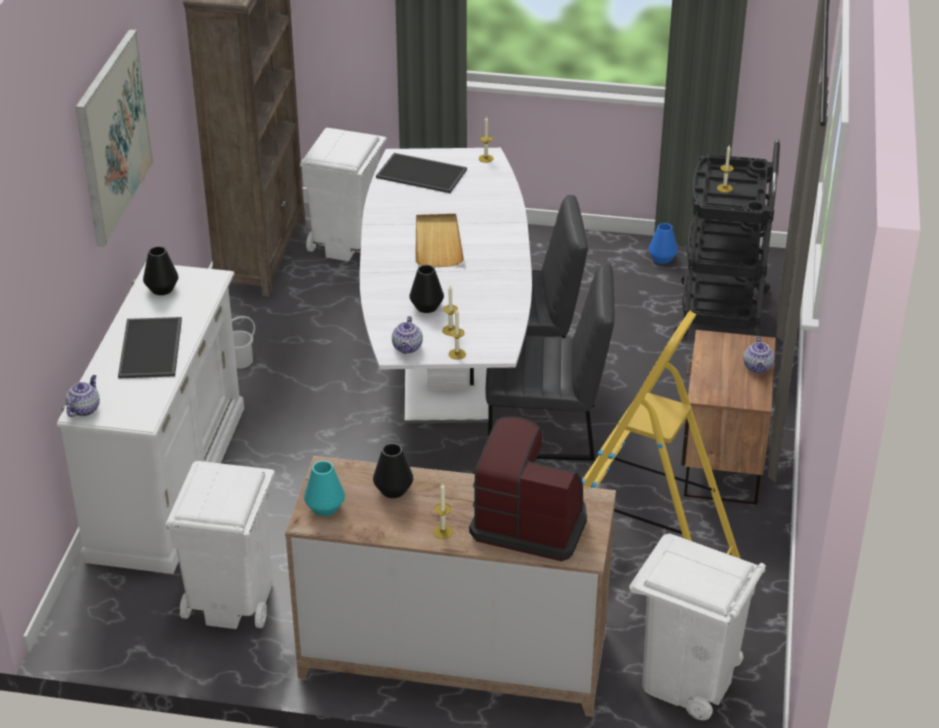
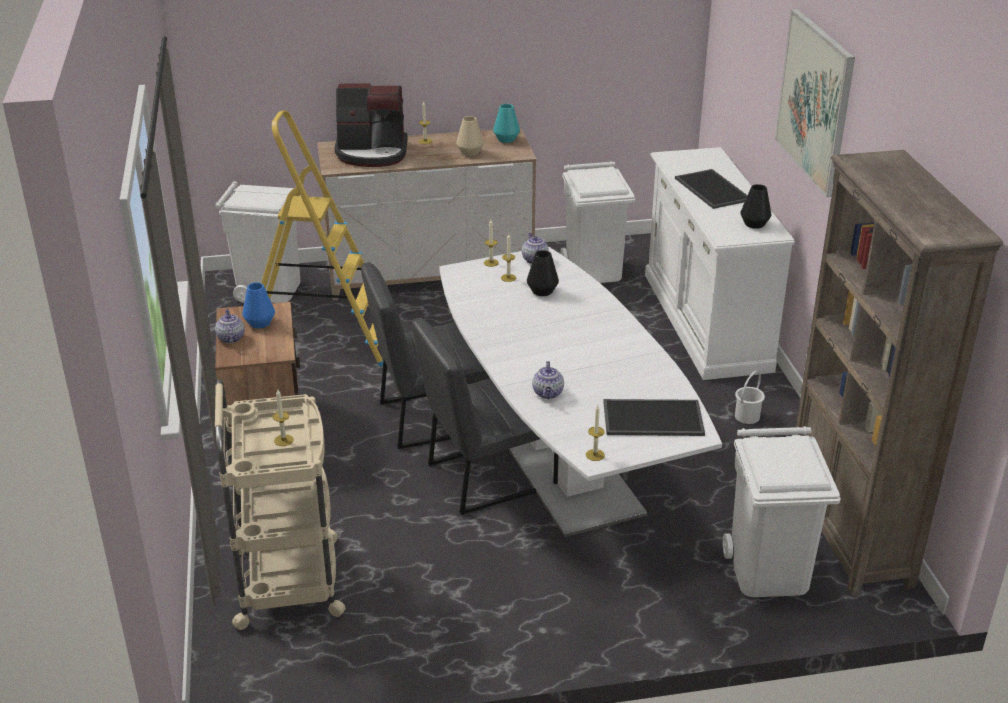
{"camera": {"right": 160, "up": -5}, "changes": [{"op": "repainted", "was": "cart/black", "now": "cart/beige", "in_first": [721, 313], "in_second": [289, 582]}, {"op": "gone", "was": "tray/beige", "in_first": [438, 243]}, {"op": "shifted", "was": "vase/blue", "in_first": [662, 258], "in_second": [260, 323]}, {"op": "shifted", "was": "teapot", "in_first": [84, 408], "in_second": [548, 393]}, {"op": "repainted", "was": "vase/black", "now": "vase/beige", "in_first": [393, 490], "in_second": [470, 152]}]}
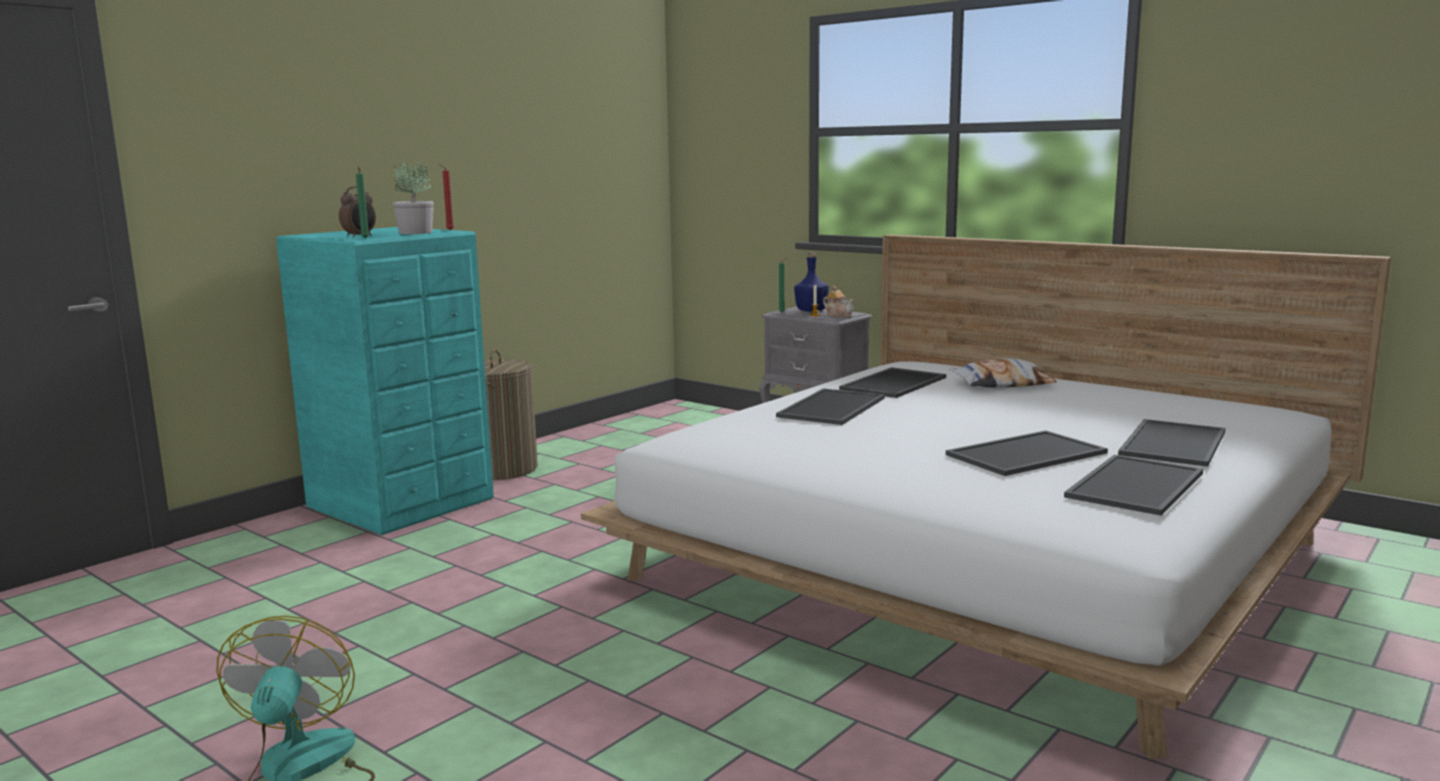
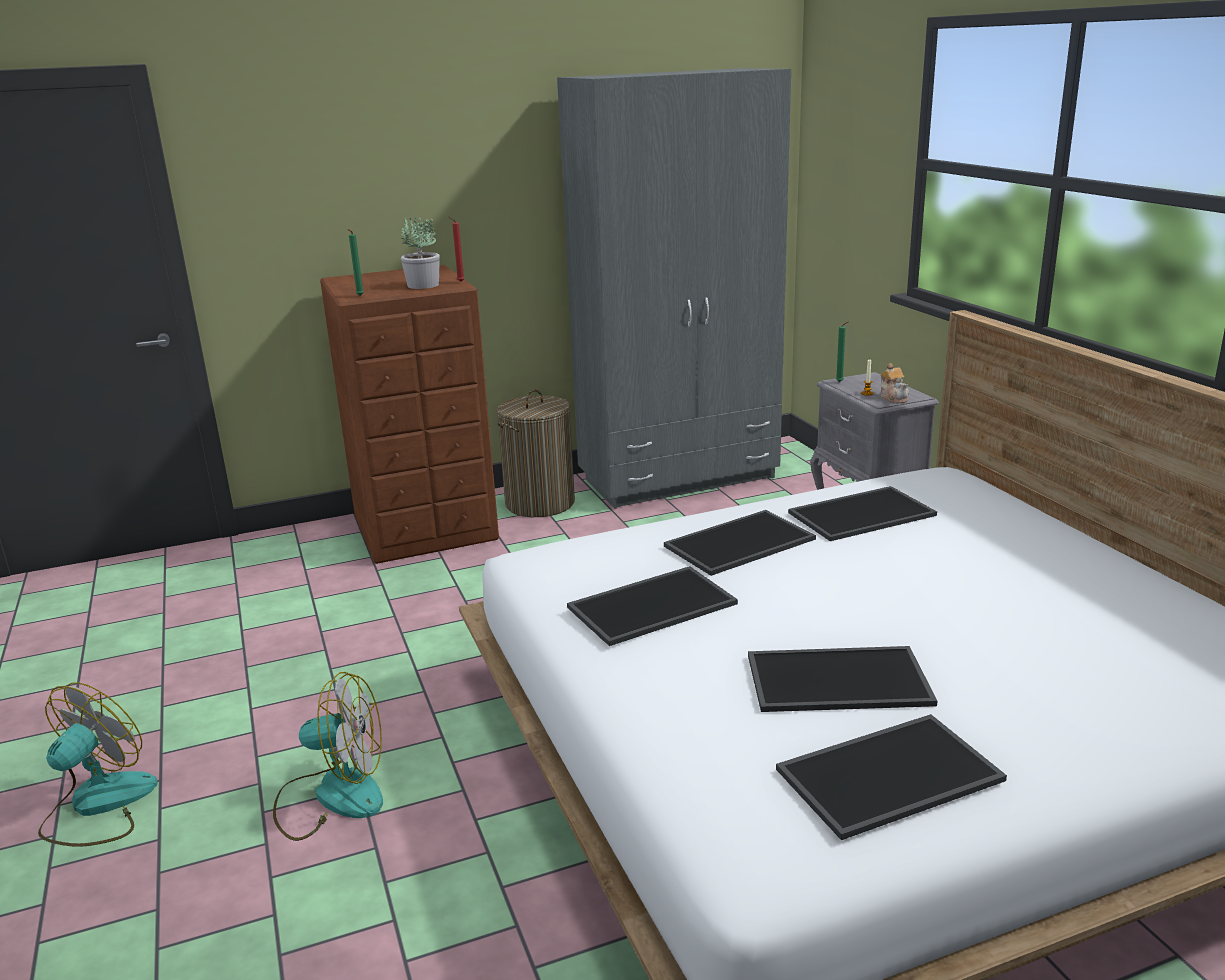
{"camera": {"right": 30, "up": 10}, "changes": [{"op": "gone", "was": "alarm clock", "in_first": [360, 236]}, {"op": "repainted", "was": "dresser/turquoise", "now": "dresser/brown", "in_first": [402, 503], "in_second": [425, 528]}, {"op": "gone", "was": "bottle/blue", "in_first": [811, 311]}, {"op": "gone", "was": "pillow", "in_first": [1002, 384]}, {"op": "shifted", "was": "tray", "in_first": [1171, 442], "in_second": [652, 604]}, {"op": "new", "now": "wardrobe/grey", "in_second": [679, 478]}, {"op": "new", "now": "fan", "in_second": [332, 796]}]}
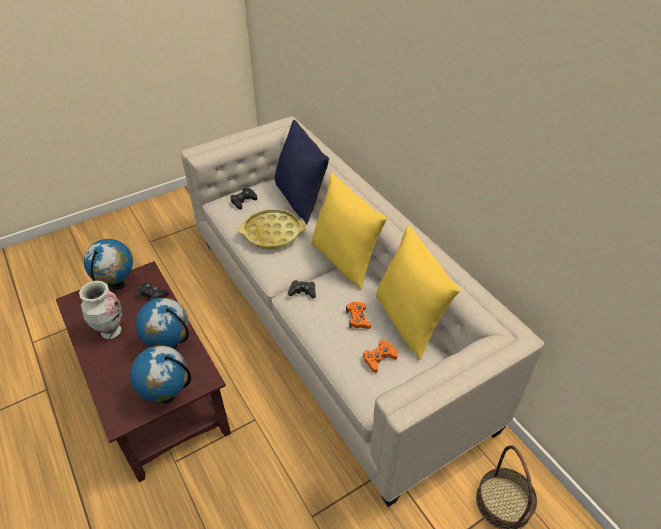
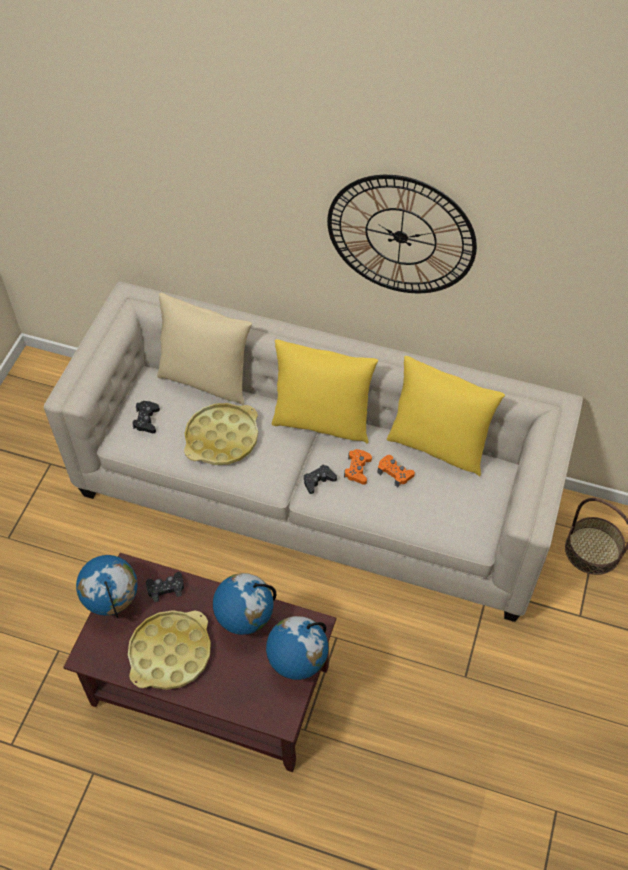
{"camera": {"right": -40, "up": 10}, "changes": [{"op": "repainted", "was": "pillow/blue", "now": "pillow/beige", "in_first": [301, 200], "in_second": [206, 380]}, {"op": "swapped", "was": "vase", "now": "tray/yellow", "in_first": [111, 332], "in_second": [170, 653]}, {"op": "shifted", "was": "game controller/orange", "in_first": [379, 358], "in_second": [357, 469]}, {"op": "new", "now": "wall clock", "in_second": [400, 236]}]}
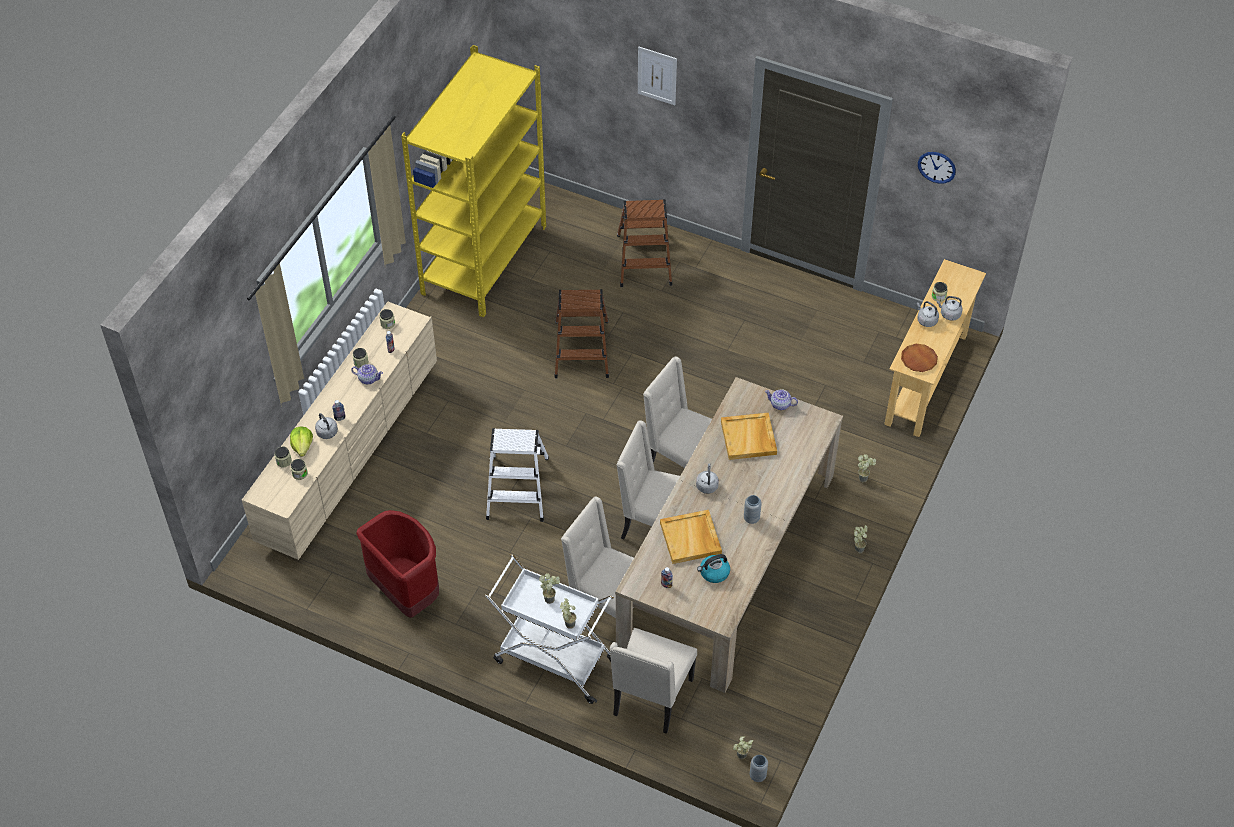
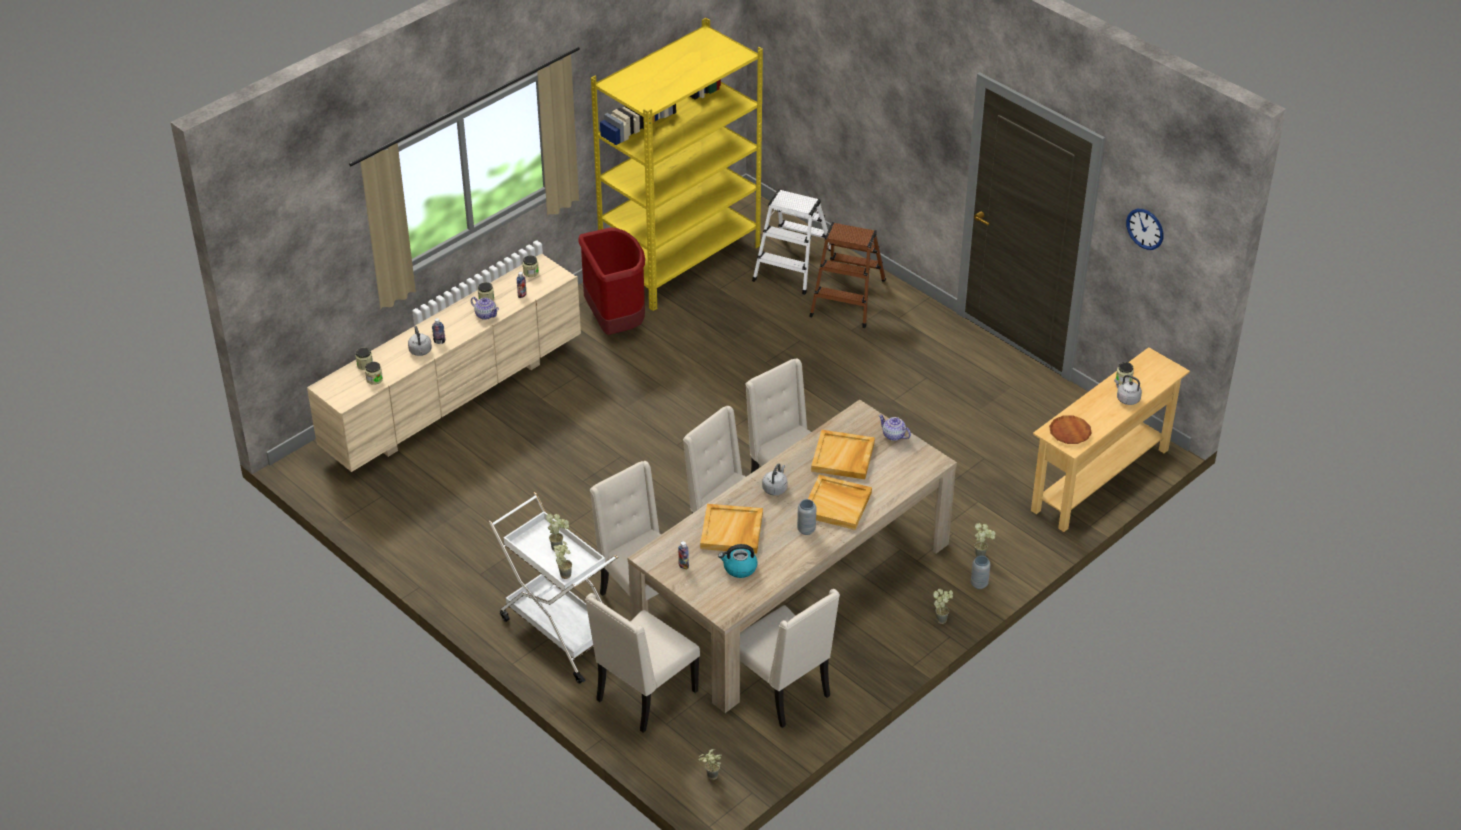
{"camera": {"right": 20, "up": -10}, "changes": [{"op": "gone", "was": "picture", "in_first": [657, 75]}, {"op": "gone", "was": "step ladder/brown", "in_first": [581, 348]}, {"op": "gone", "was": "kettle/grey", "in_first": [926, 320]}, {"op": "gone", "was": "lettuce", "in_first": [302, 446]}, {"op": "shifted", "was": "step ladder/white", "in_first": [517, 487], "in_second": [793, 264]}, {"op": "shifted", "was": "trash can/red", "in_first": [406, 592], "in_second": [615, 321]}, {"op": "shifted", "was": "vase/grey", "in_first": [757, 776], "in_second": [979, 584]}, {"op": "new", "now": "tray/beige", "in_second": [837, 504]}, {"op": "new", "now": "chair/beige", "in_second": [782, 691]}]}
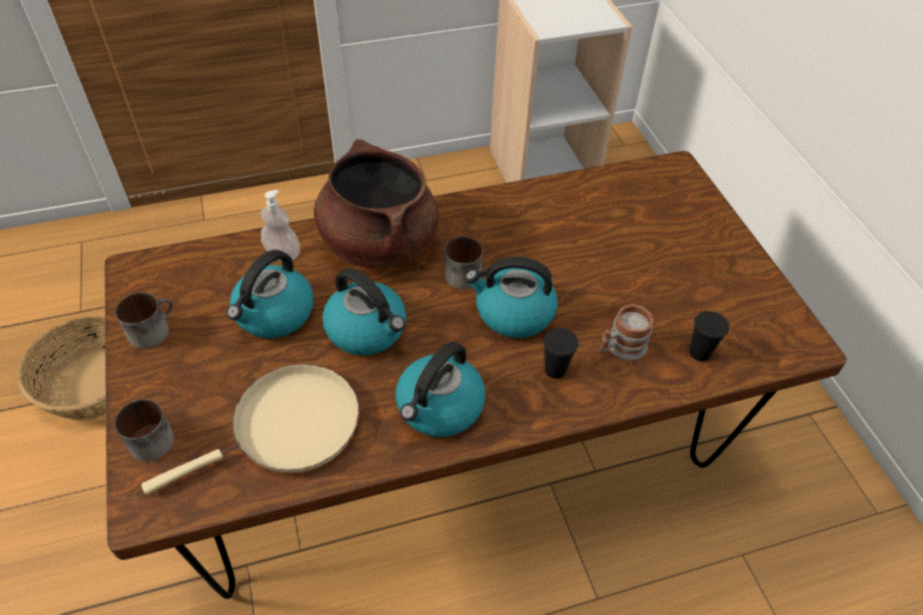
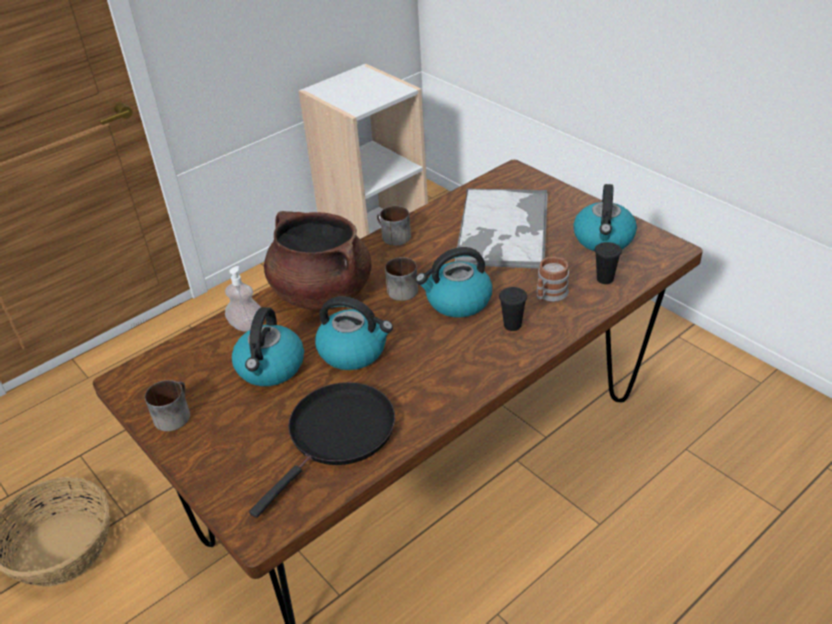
{"camera": {"right": -20, "up": -10}, "changes": [{"op": "shifted", "was": "kettle", "in_first": [439, 407], "in_second": [604, 239]}, {"op": "repainted", "was": "frying pan/beige", "now": "frying pan/black", "in_first": [289, 428], "in_second": [338, 435]}, {"op": "shifted", "was": "mug", "in_first": [147, 437], "in_second": [392, 236]}, {"op": "new", "now": "tray", "in_second": [503, 230]}]}
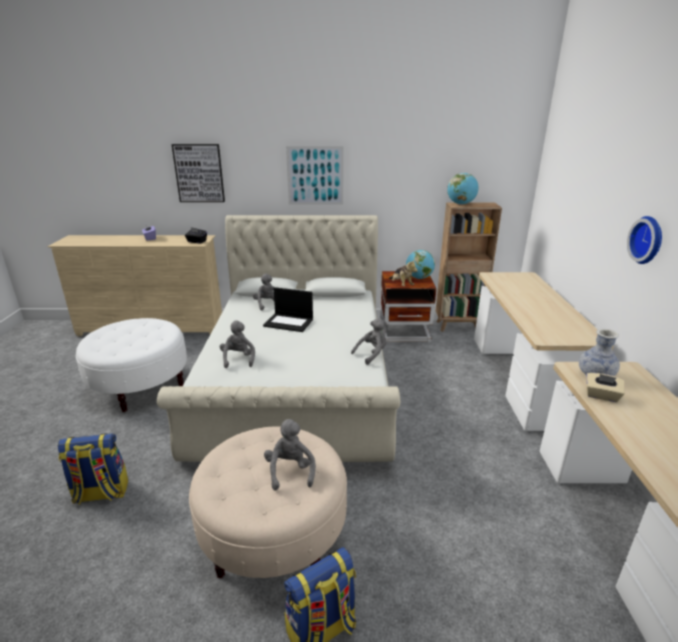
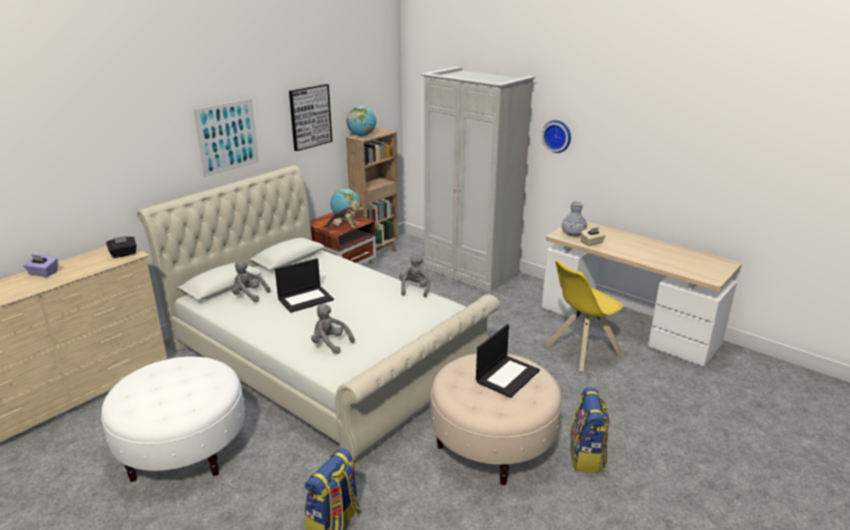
{"camera": {"right": -50, "up": 0}, "changes": [{"op": "shifted", "was": "picture", "in_first": [199, 173], "in_second": [310, 117]}, {"op": "swapped", "was": "desk", "now": "wardrobe/white", "in_first": [520, 378], "in_second": [471, 271]}, {"op": "swapped", "was": "plush toy/grey", "now": "laptop", "in_first": [290, 471], "in_second": [507, 375]}, {"op": "new", "now": "chair/yellow", "in_second": [581, 351]}]}
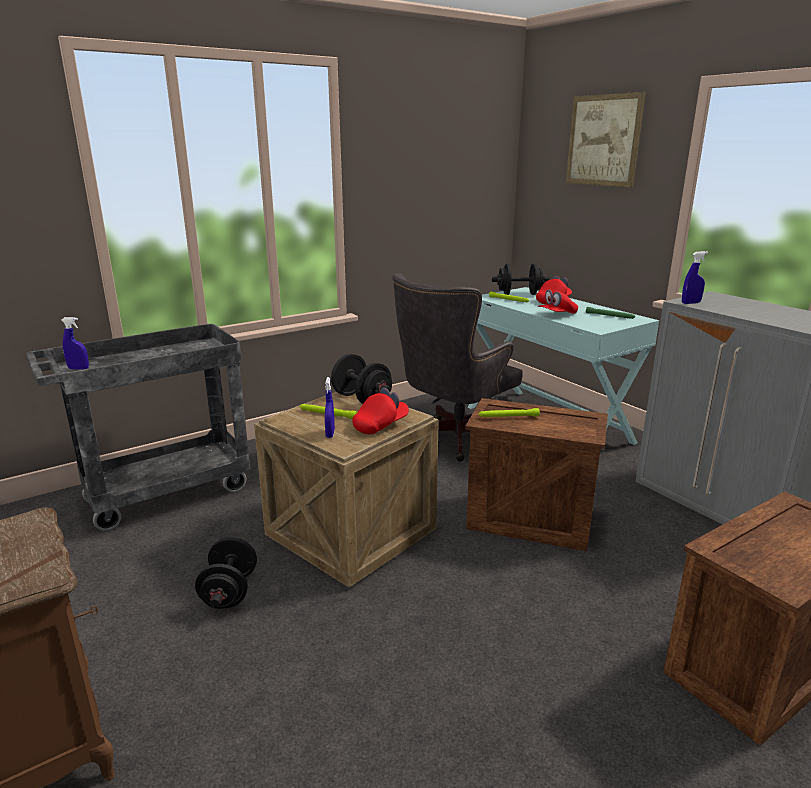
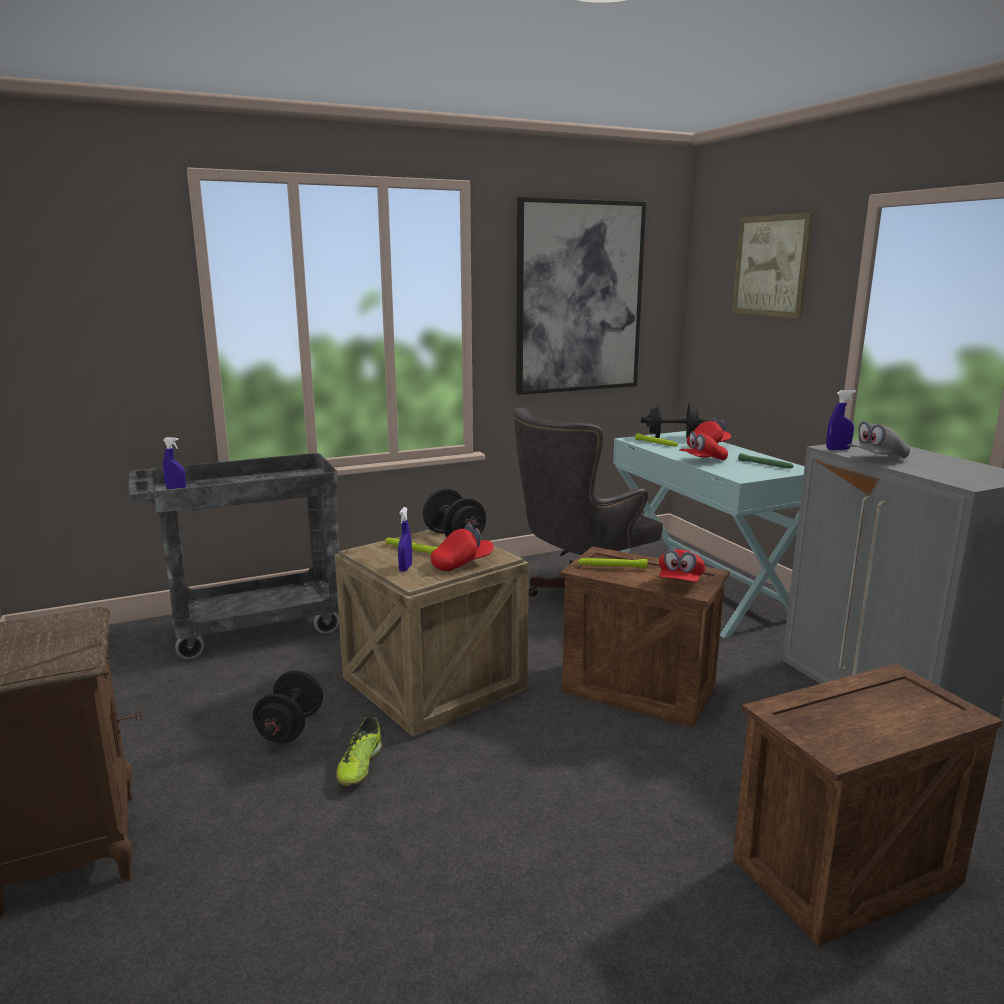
{"camera": {"right": 10, "up": -5}, "changes": [{"op": "new", "now": "picture", "in_second": [579, 297]}, {"op": "new", "now": "cap/grey", "in_second": [876, 459]}, {"op": "new", "now": "cap/red", "in_second": [680, 582]}, {"op": "new", "now": "shoe", "in_second": [359, 766]}]}
